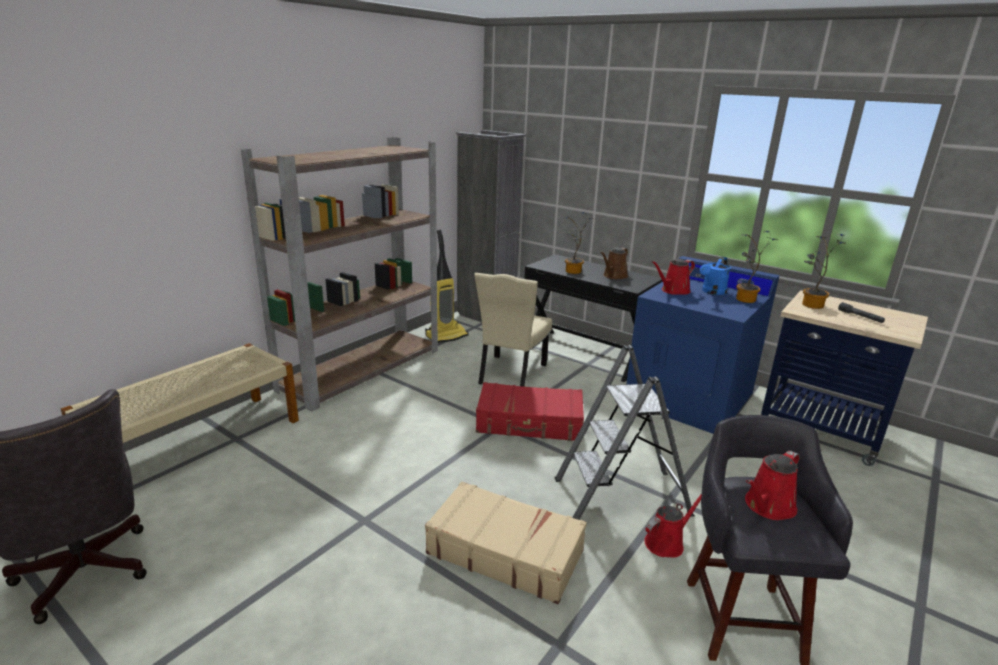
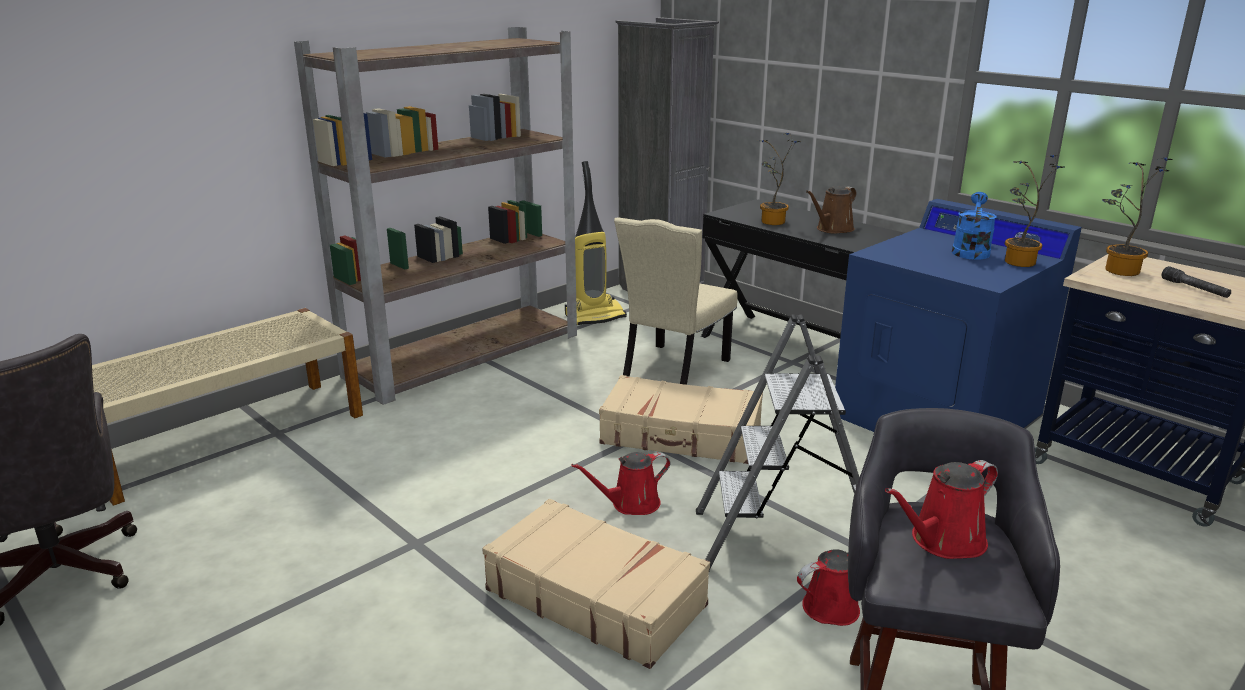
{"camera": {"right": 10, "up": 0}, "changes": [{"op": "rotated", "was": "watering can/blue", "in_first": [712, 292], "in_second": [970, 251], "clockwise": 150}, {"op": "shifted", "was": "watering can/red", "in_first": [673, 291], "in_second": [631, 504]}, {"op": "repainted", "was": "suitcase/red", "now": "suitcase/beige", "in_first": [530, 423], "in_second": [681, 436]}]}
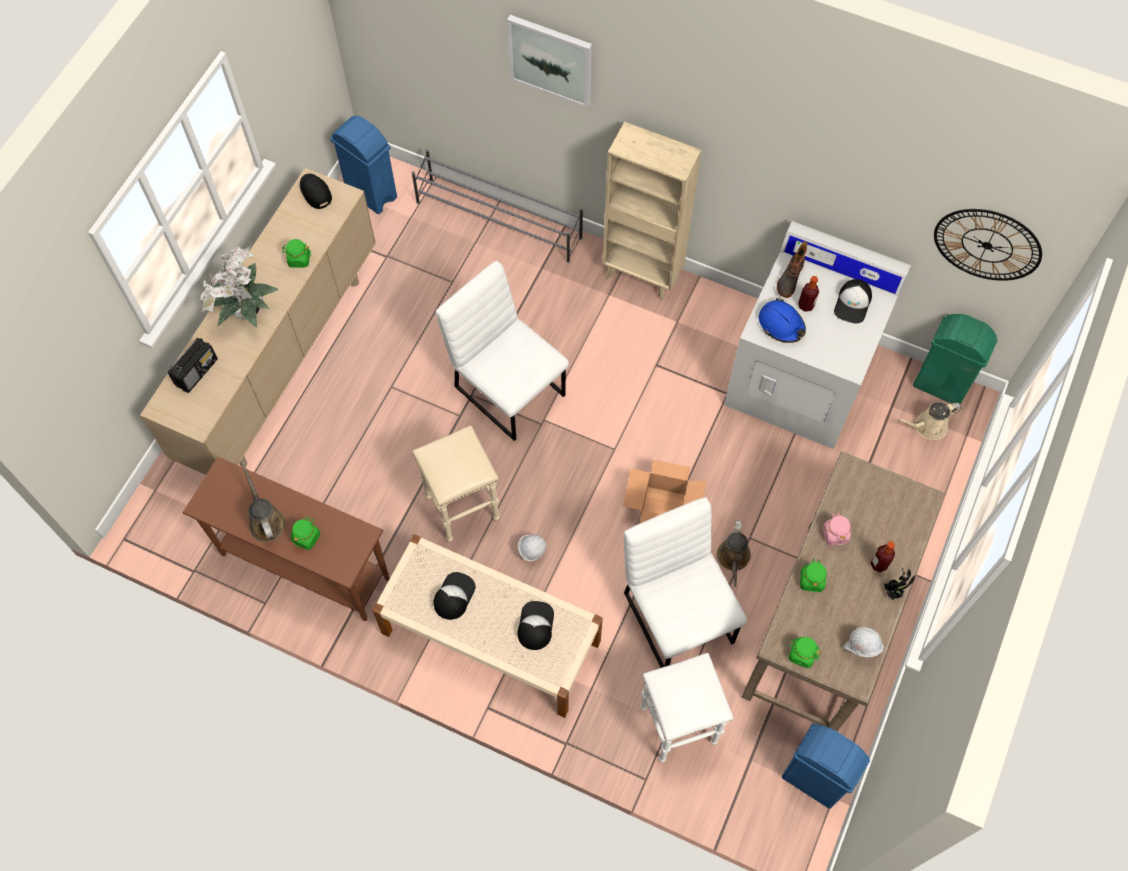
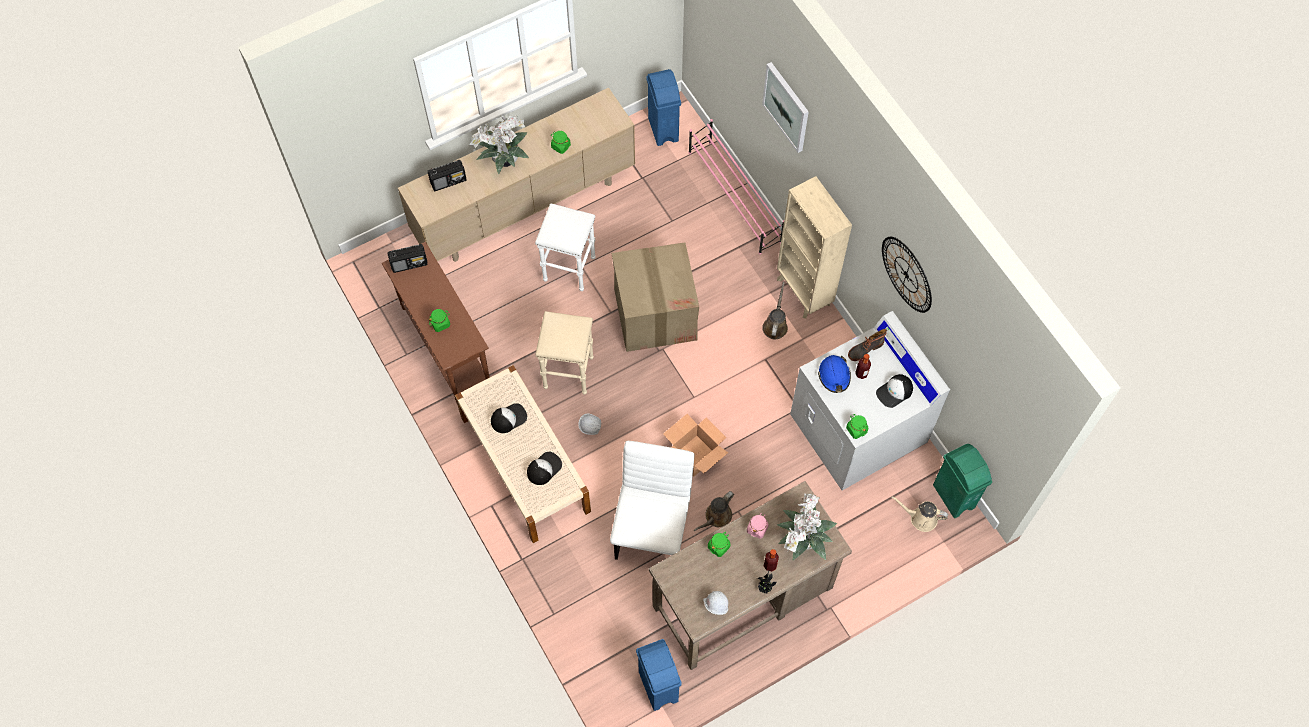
{"camera": {"right": 35, "up": 0}, "changes": [{"op": "repainted", "was": "shoe rack/grey", "now": "shoe rack/pink", "in_first": [499, 221], "in_second": [734, 197]}, {"op": "gone", "was": "cap/black", "in_first": [315, 192]}, {"op": "shifted", "was": "wall clock", "in_first": [987, 245], "in_second": [906, 274]}, {"op": "swapped", "was": "chair/white", "now": "cardboard box", "in_first": [508, 388], "in_second": [655, 313]}, {"op": "shifted", "was": "watering can/brown", "in_first": [266, 520], "in_second": [775, 325]}, {"op": "shifted", "was": "jar/green", "in_first": [801, 654], "in_second": [856, 429]}, {"op": "shifted", "was": "stool/white", "in_first": [680, 725], "in_second": [570, 269]}, {"op": "new", "now": "radio", "in_second": [409, 263]}, {"op": "new", "now": "potted plant", "in_second": [802, 540]}]}
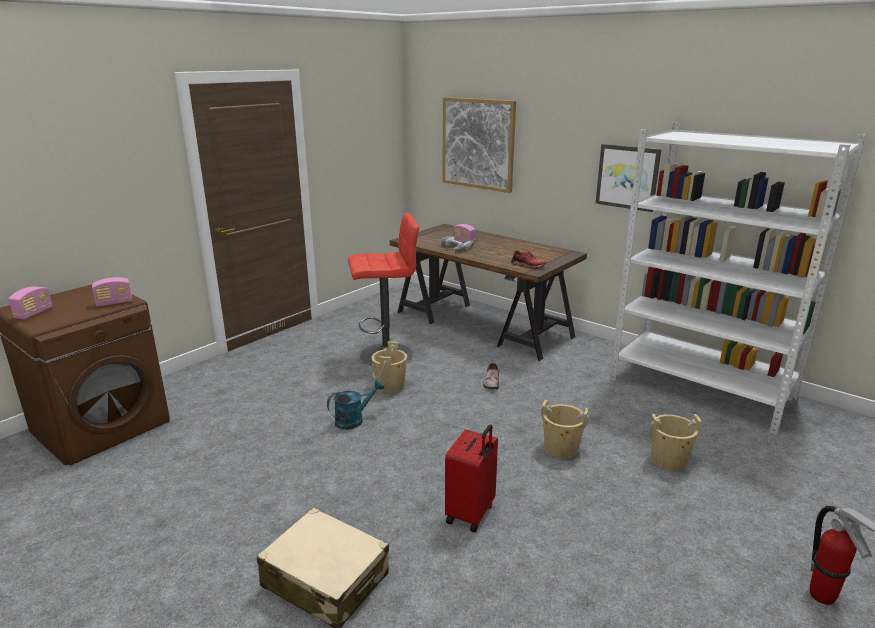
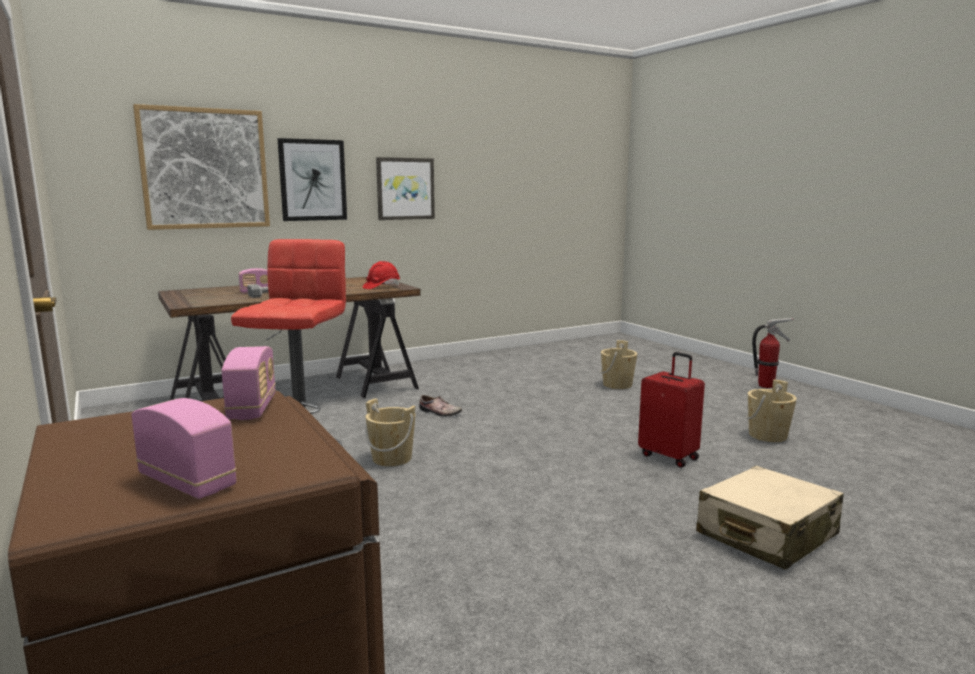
{"camera": {"right": -70, "up": -10}, "changes": [{"op": "gone", "was": "bookcase/white", "in_first": [701, 388]}, {"op": "swapped", "was": "shoe/red", "now": "hard hat/red", "in_first": [527, 265], "in_second": [381, 287]}, {"op": "gone", "was": "watering can/turquoise", "in_first": [354, 420]}, {"op": "shifted", "was": "bucket/beige", "in_first": [561, 449], "in_second": [767, 435]}, {"op": "new", "now": "picture", "in_second": [312, 180]}]}
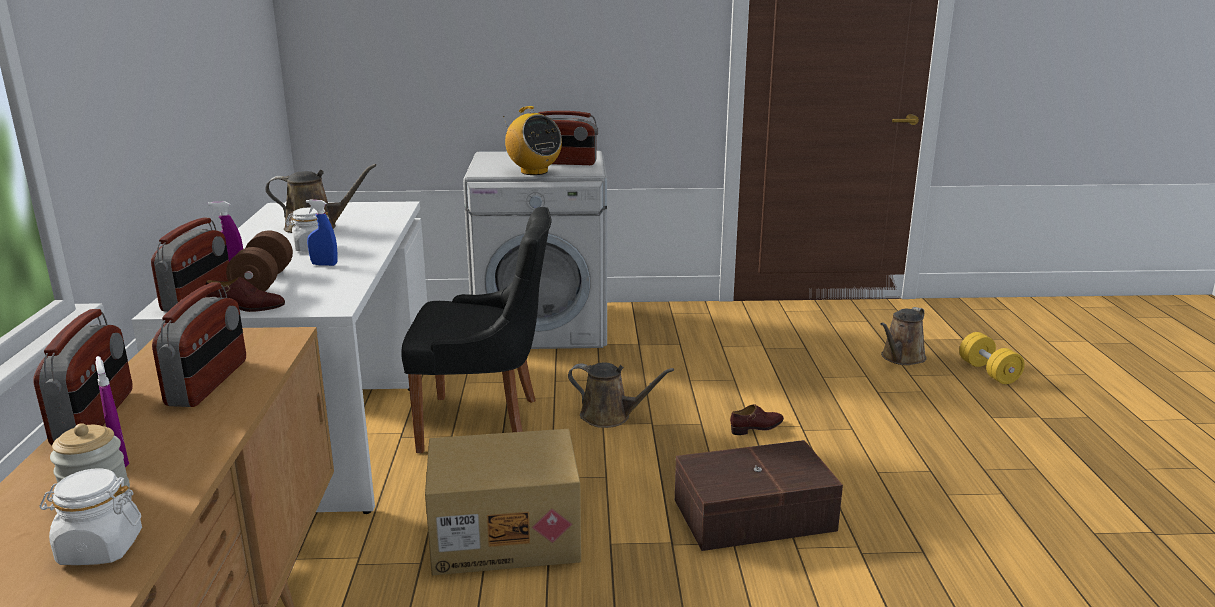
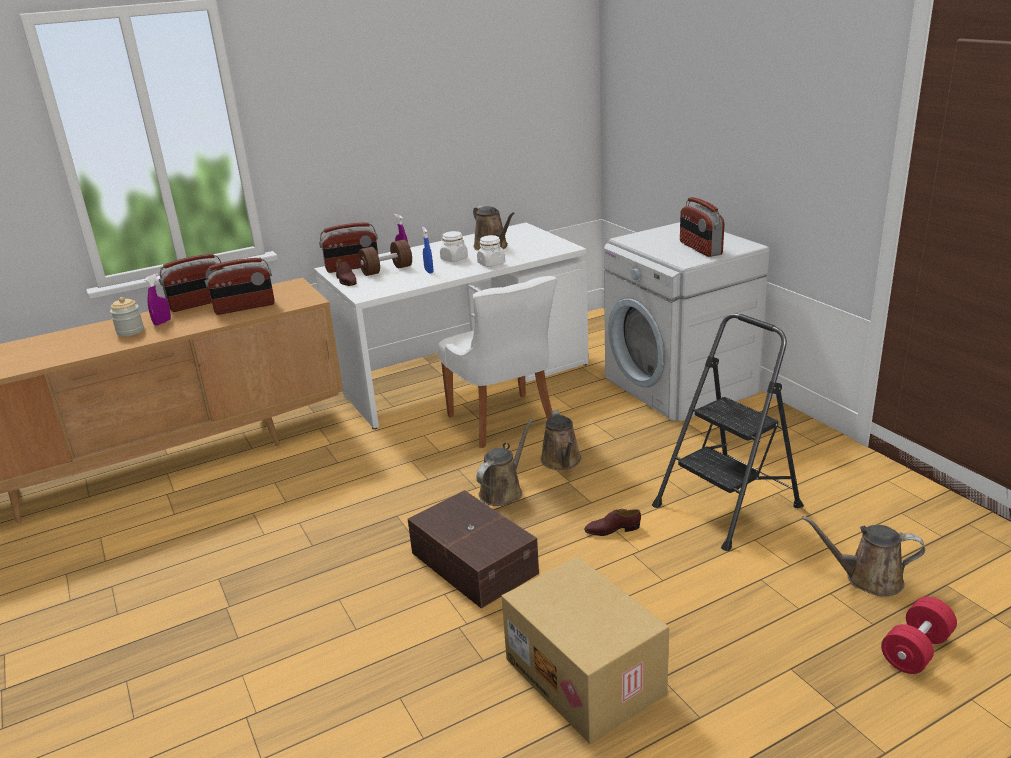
{"camera": {"right": 65, "up": 5}, "changes": [{"op": "gone", "was": "radio", "in_first": [534, 172]}, {"op": "repainted", "was": "chair/black", "now": "chair/white", "in_first": [485, 424], "in_second": [504, 422]}, {"op": "repainted", "was": "dumbbell/yellow", "now": "dumbbell/red", "in_first": [988, 372], "in_second": [916, 650]}, {"op": "rotated", "was": "shoe/brown", "in_first": [757, 427], "in_second": [612, 529], "clockwise": 135}, {"op": "shifted", "was": "cardboard box", "in_first": [506, 535], "in_second": [587, 676]}, {"op": "shifted", "was": "jar/white", "in_first": [100, 549], "in_second": [491, 264]}, {"op": "new", "now": "step ladder/black", "in_second": [730, 503]}, {"op": "new", "now": "watering can/brown", "in_second": [503, 491]}]}
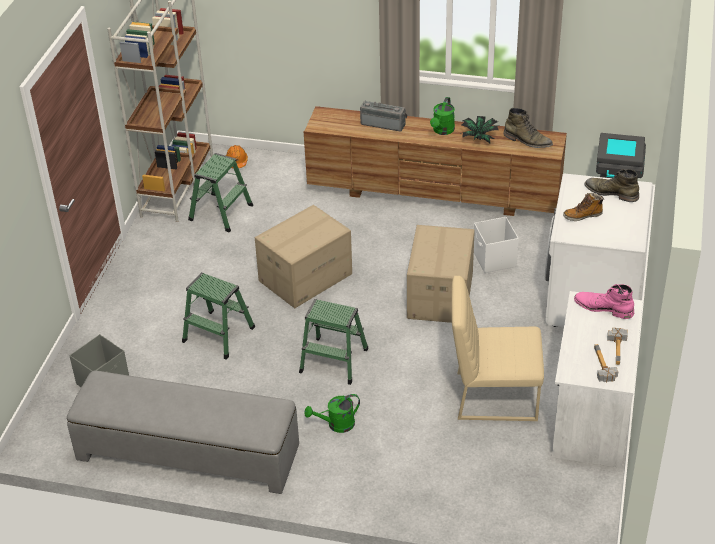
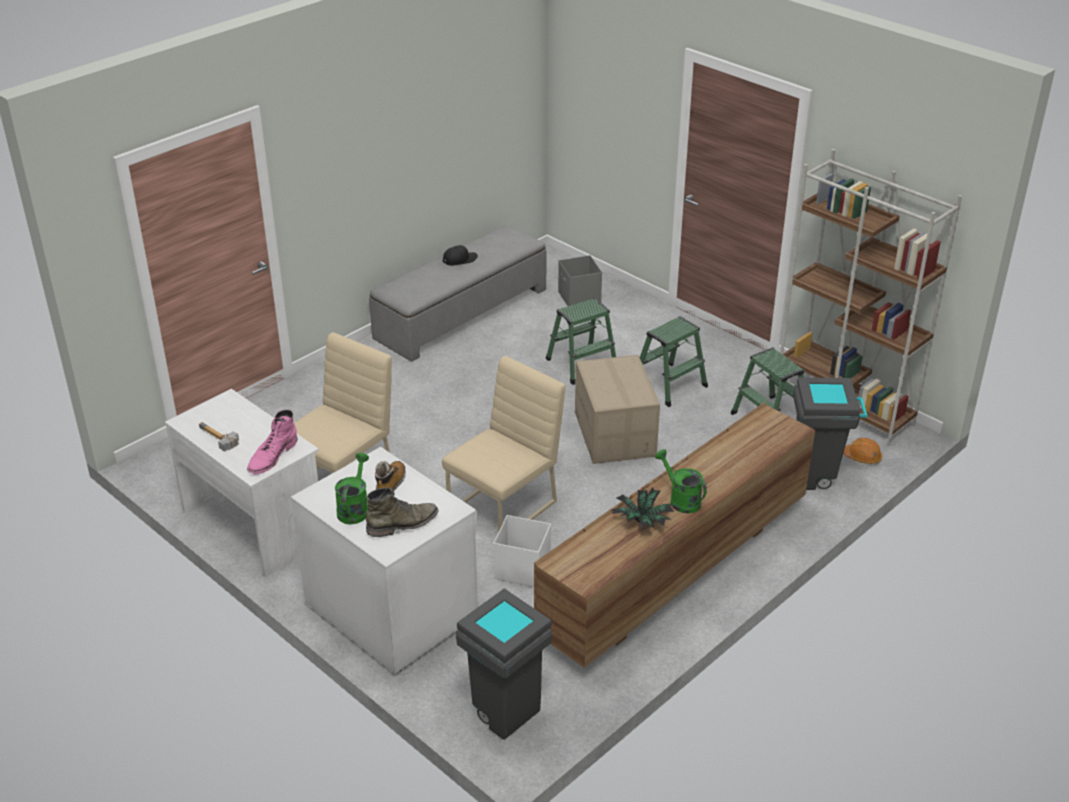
{"camera": {"right": 120, "up": -5}, "changes": [{"op": "gone", "was": "radio", "in_first": [383, 123]}, {"op": "gone", "was": "boot/green", "in_first": [527, 141]}, {"op": "swapped", "was": "cardboard box", "now": "chair/beige", "in_first": [439, 295], "in_second": [505, 505]}, {"op": "rotated", "was": "boot/pink", "in_first": [603, 308], "in_second": [272, 456], "clockwise": 150}, {"op": "shifted", "was": "step ladder/green", "in_first": [333, 360], "in_second": [669, 384]}, {"op": "gone", "was": "hammer", "in_first": [600, 366]}, {"op": "shifted", "was": "watering can/green", "in_first": [336, 425], "in_second": [354, 508]}, {"op": "new", "now": "cap/black", "in_second": [460, 260]}, {"op": "new", "now": "trash can/grey", "in_second": [817, 477]}]}
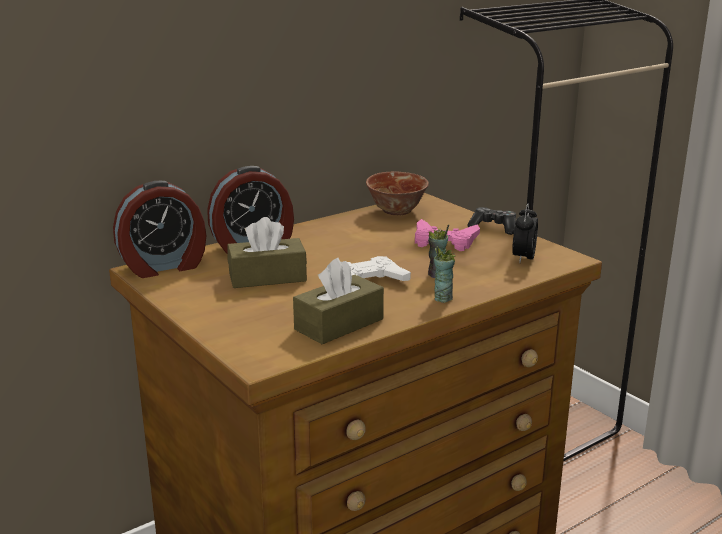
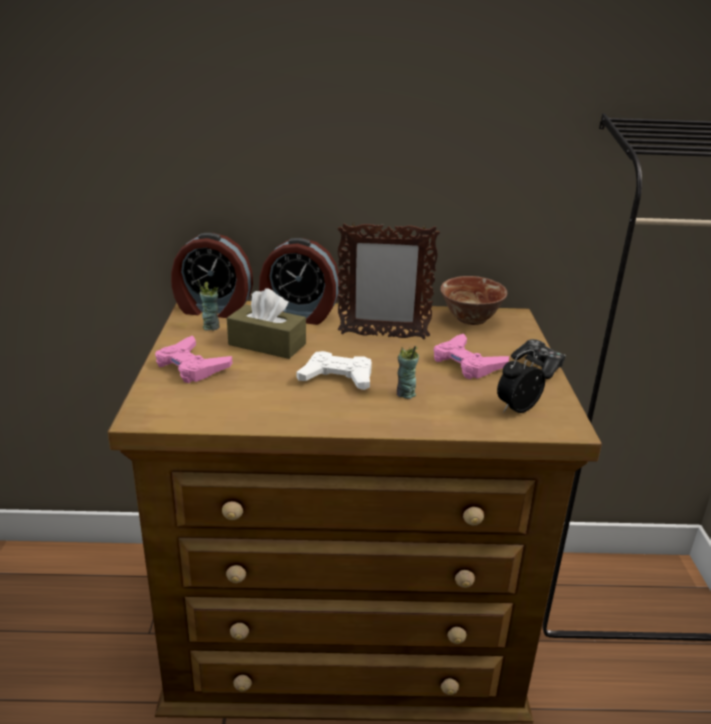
{"camera": {"right": 35, "up": 5}, "changes": [{"op": "shifted", "was": "cup", "in_first": [442, 298], "in_second": [211, 327]}, {"op": "gone", "was": "tissue box/brown", "in_first": [339, 324]}, {"op": "new", "now": "picture frame", "in_second": [382, 336]}, {"op": "new", "now": "game controller/pink", "in_second": [191, 366]}]}
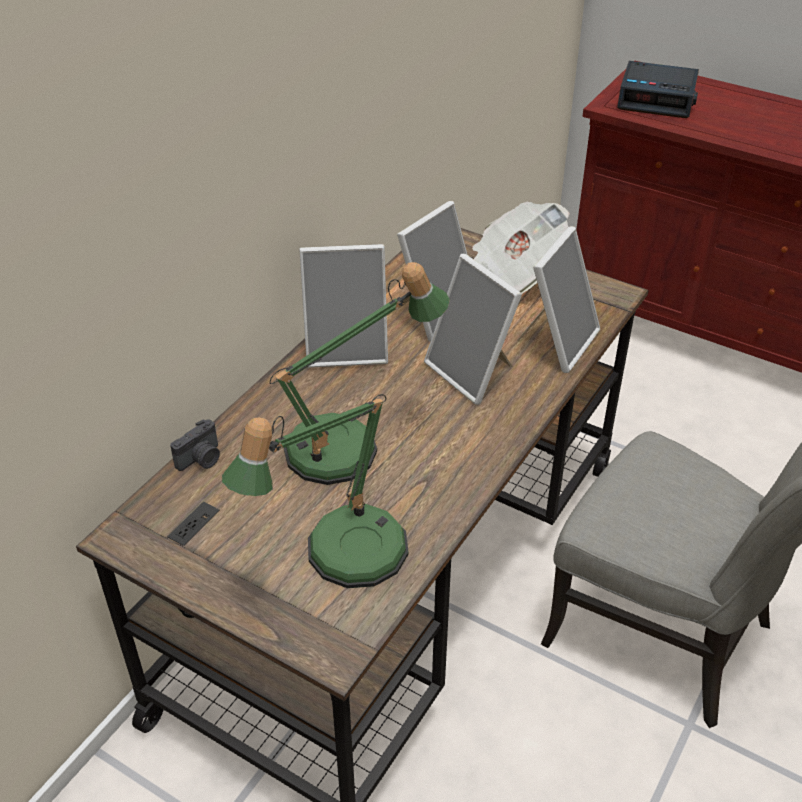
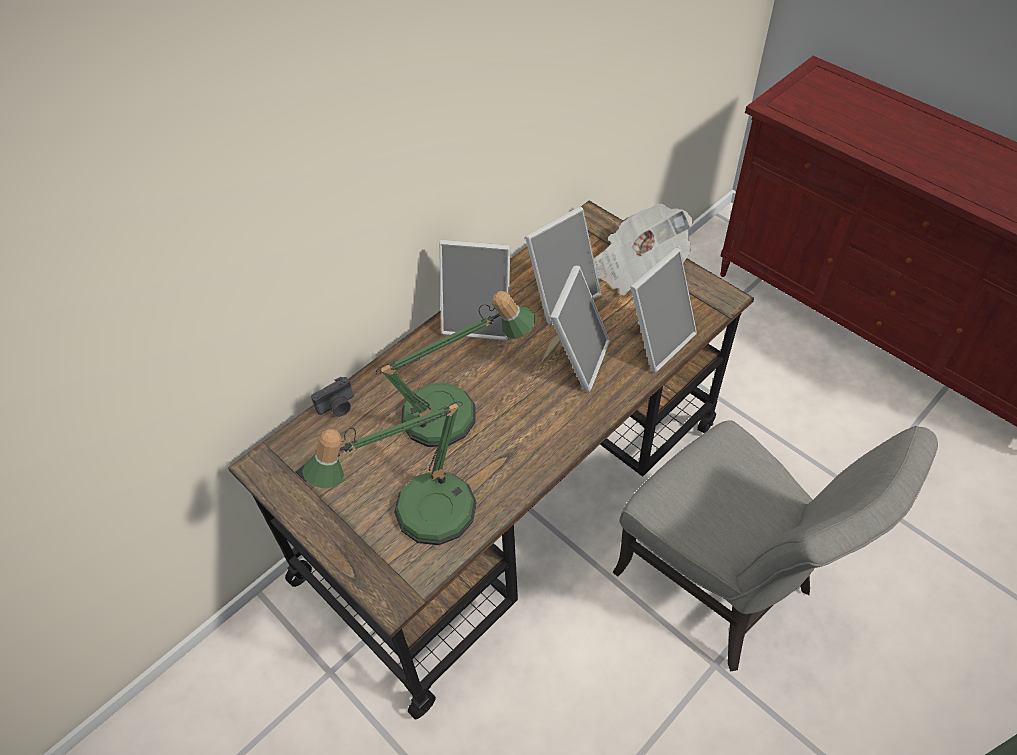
{"camera": {"right": 15, "up": 10}, "changes": [{"op": "gone", "was": "alarm clock", "in_first": [657, 99]}, {"op": "rotated", "was": "picture frame", "in_first": [473, 373], "in_second": [575, 360], "clockwise": -135}]}
